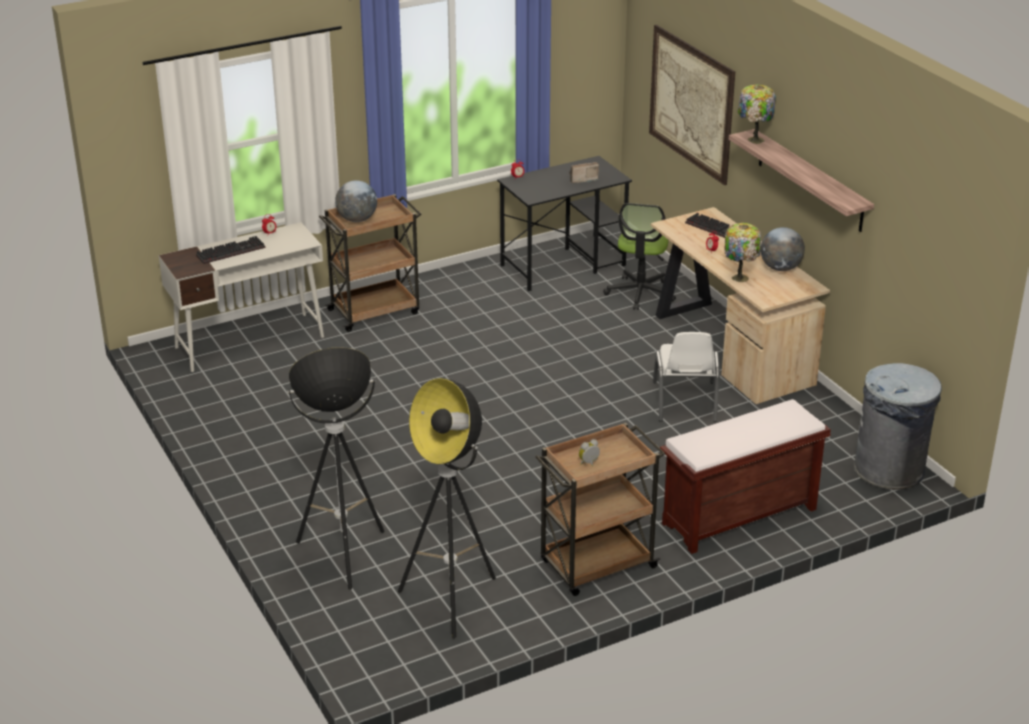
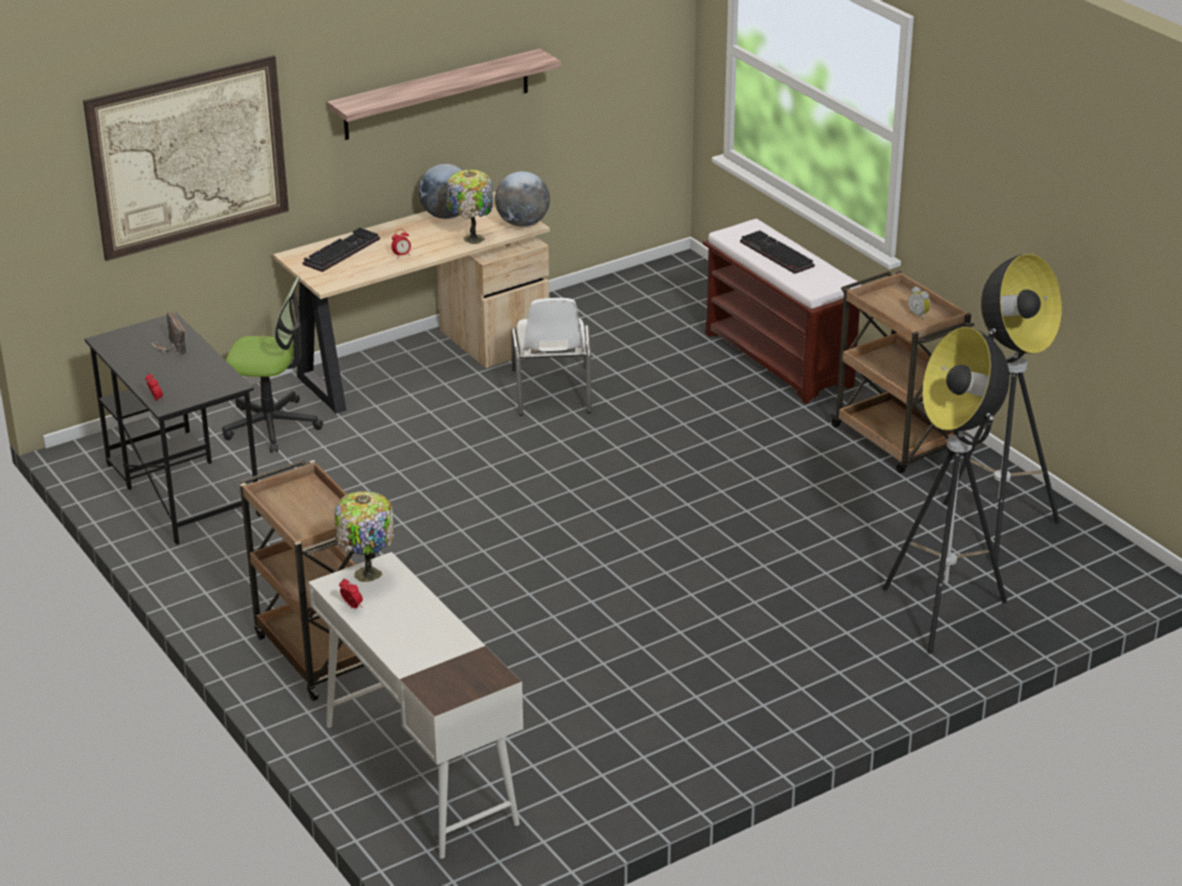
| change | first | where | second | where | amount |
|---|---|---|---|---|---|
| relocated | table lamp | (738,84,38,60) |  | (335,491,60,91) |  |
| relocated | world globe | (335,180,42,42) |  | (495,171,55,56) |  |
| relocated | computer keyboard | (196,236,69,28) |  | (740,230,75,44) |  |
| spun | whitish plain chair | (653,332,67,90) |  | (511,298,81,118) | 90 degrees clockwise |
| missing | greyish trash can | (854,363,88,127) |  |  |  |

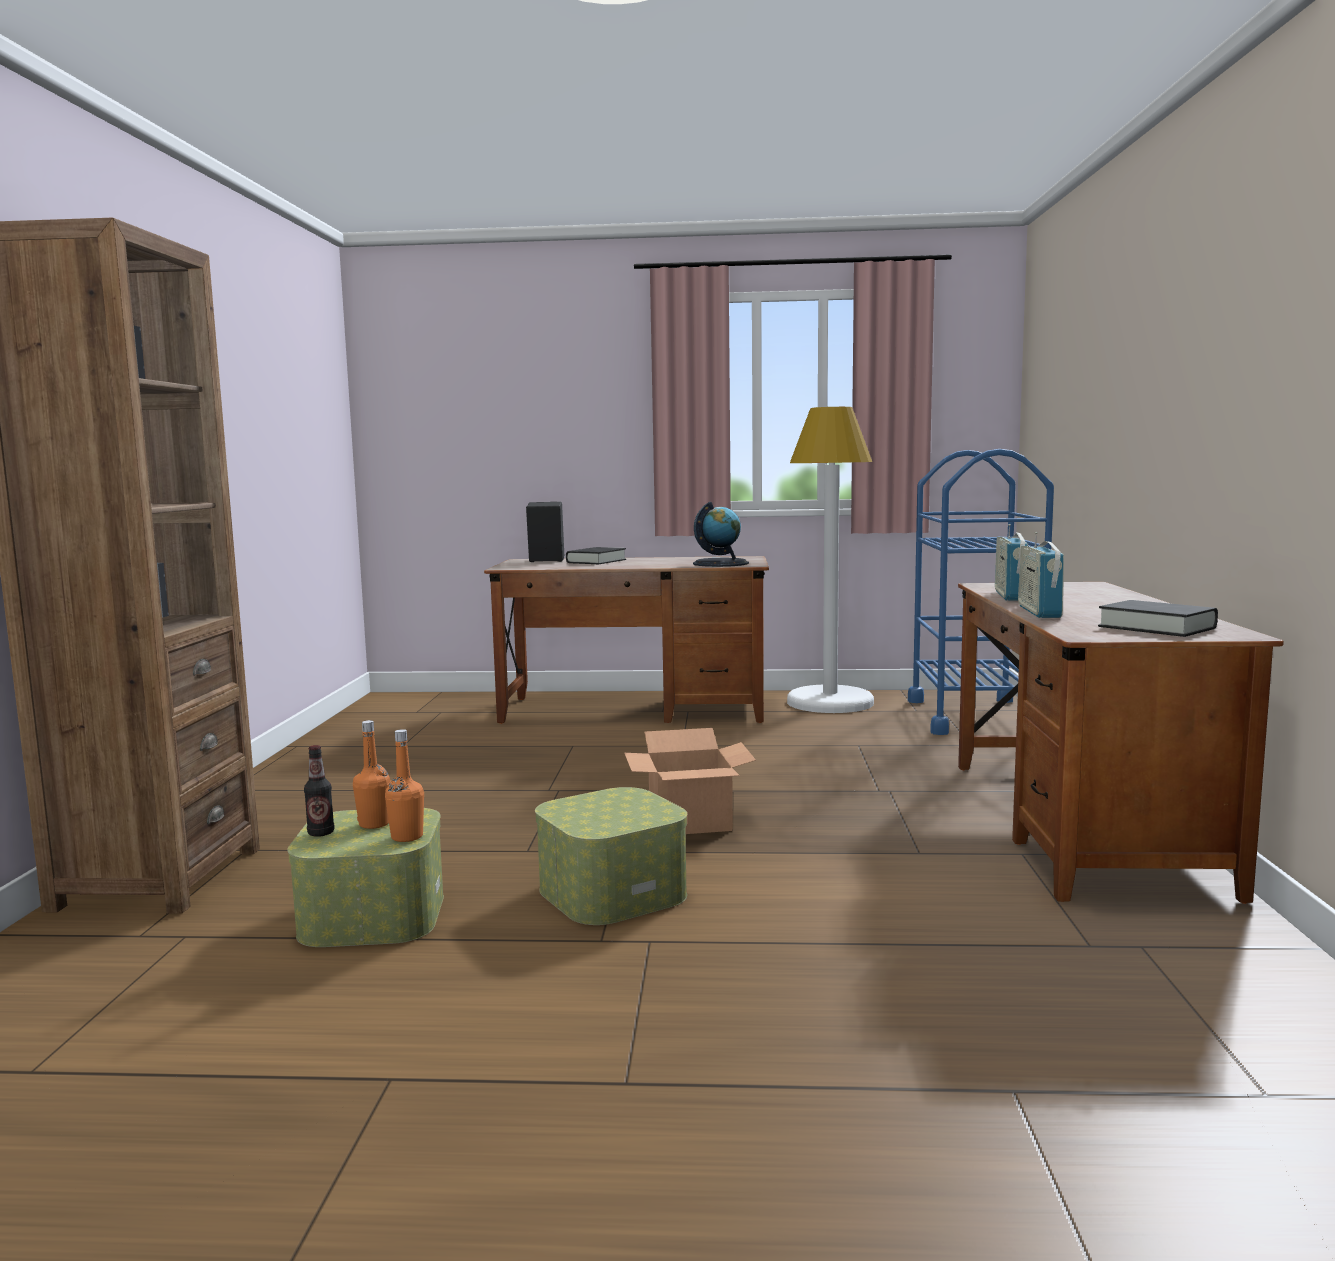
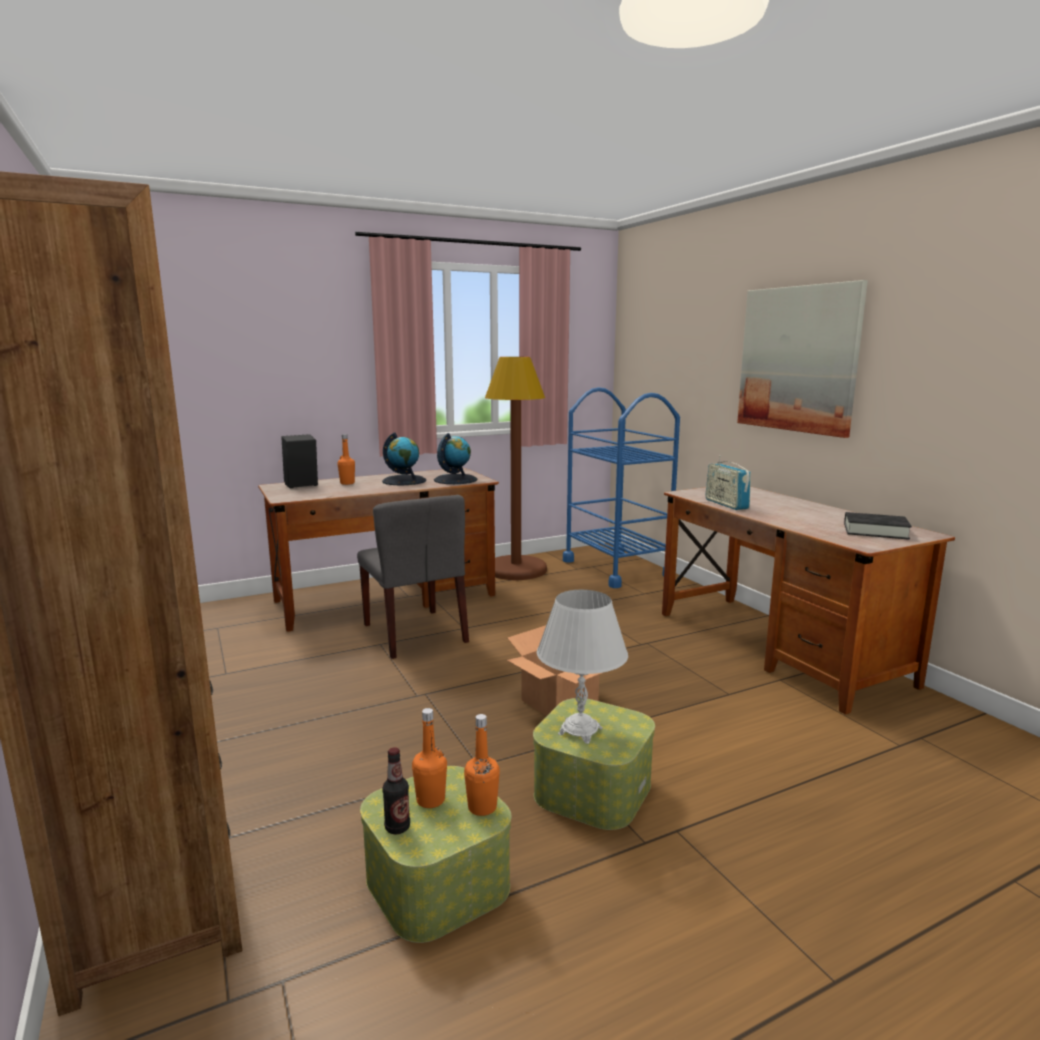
| change | first | where | second | where | amount |
|---|---|---|---|---|---|
| colour | whitish standing lamp | (787,407,87,306) | brown-coloured standing lamp | (485,357,62,223) |  |
| missing | radio set | (1018,532,46,86) |  |  |  |
| exchanged | black-coloured bound book | (566,547,60,17) | orange-coloured beverage bottle | (337,434,18,51) |  |
| appeared |  |  | wall picture | (737,280,131,158) |  |
| appeared |  |  | world globe | (382,433,44,52) |  |
| appeared |  |  | greyish plain chair | (357,495,112,164) |  |
| appeared |  |  | whitish table lamp | (537,590,91,154) |  |

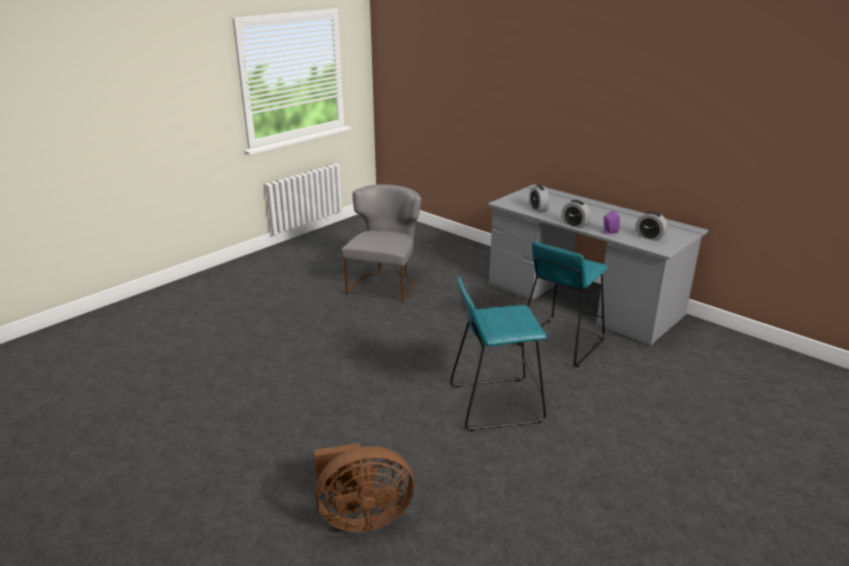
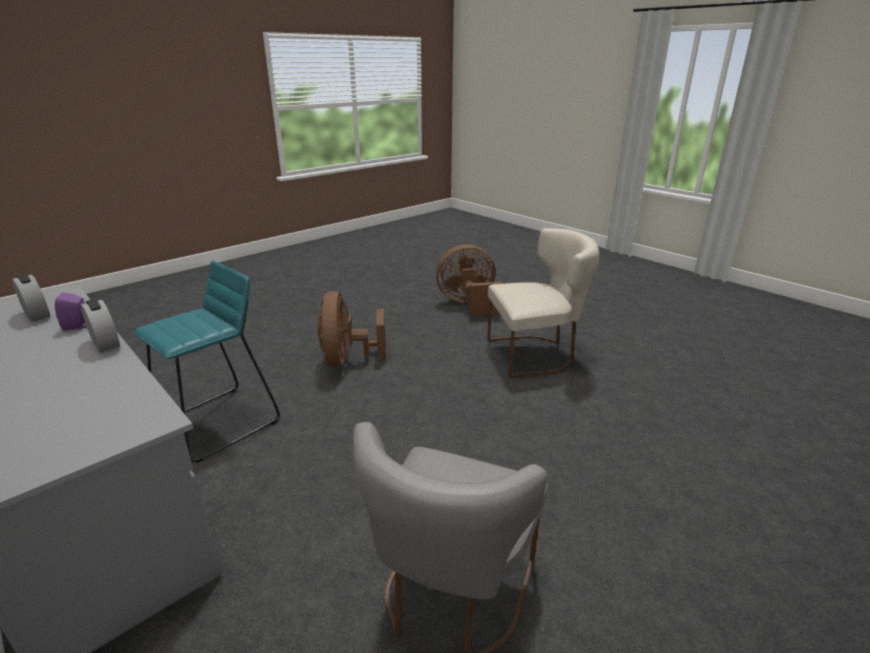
| change | first | where | second | where | amount |
|---|---|---|---|---|---|
| missing | alarm clock | (529,185,20,27) |  |  |  |
| exchanged | blue-green sitting stool | (450,277,97,154) | brown-coloured fan | (318,291,68,76) |  |
| appeared |  |  | beige plain chair | (487,228,112,150) |  |

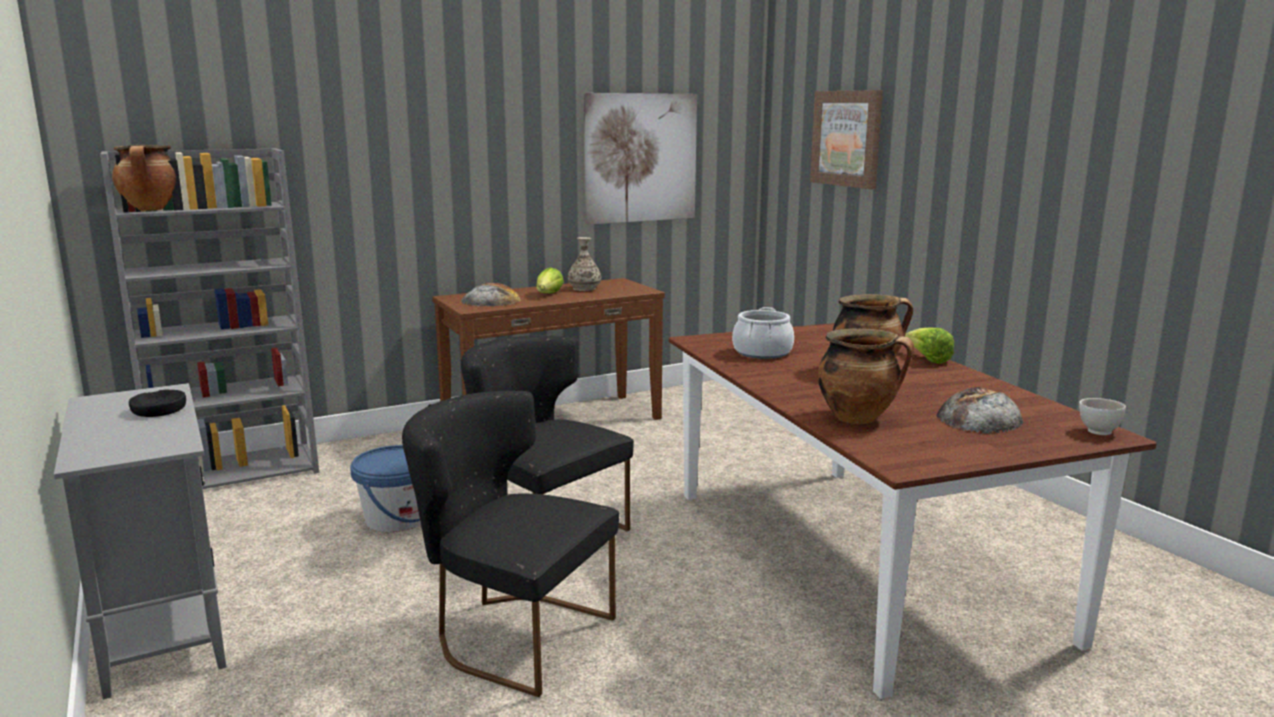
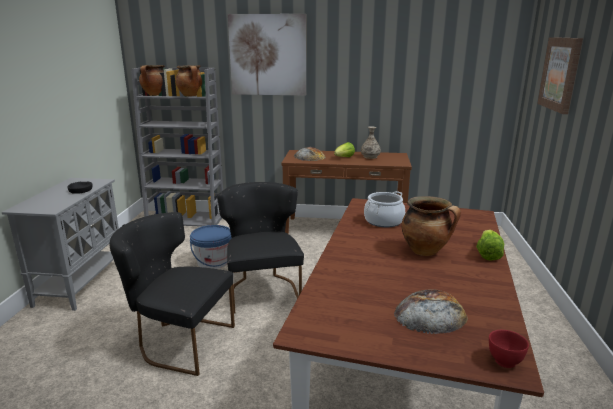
| change | first | where | second | where | amount |
|---|---|---|---|---|---|
| relocated | wall picture | (584,93,113,132) |  | (228,14,78,82) |  |
| relocated | saucepot | (818,328,96,96) |  | (175,65,27,31) |  |
| spun | black-coloured plain chair | (402,391,217,306) |  | (109,212,126,164) | 45 degrees counterclockwise |
| colour | whitish deep dish | (1079,398,47,37) | reddish deep dish | (489,330,40,38) |  |

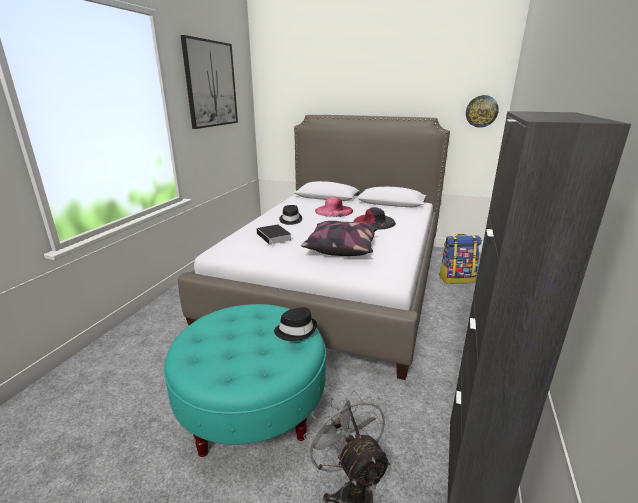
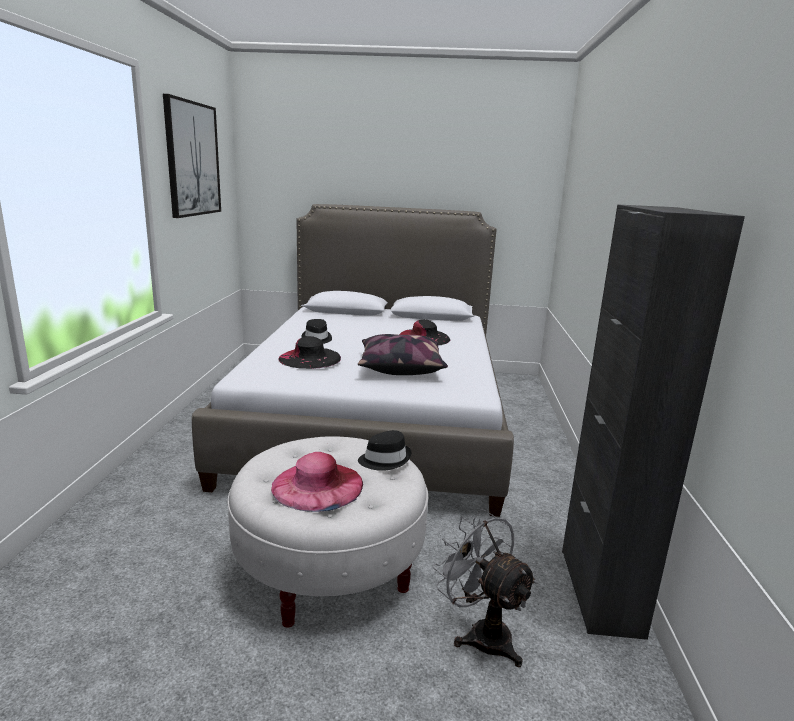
| change | first | where | second | where | amount |
|---|---|---|---|---|---|
| missing | hanging clock | (466,95,33,33) |  |  |  |
| relocated | pink clothing hat | (315,197,38,20) |  | (271,452,92,60) |  |
| exchanged | bound book | (257,224,34,22) | black-coloured clothing hat | (278,336,63,33) |  |
| missing | backpack | (439,234,43,50) |  |  |  |
| colour | blue-green ottoman | (164,304,162,153) | whitish ottoman | (228,436,200,192) |  |

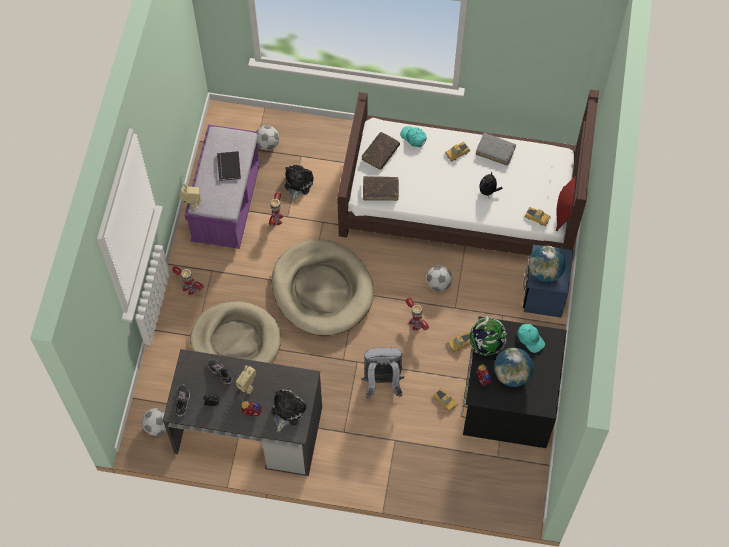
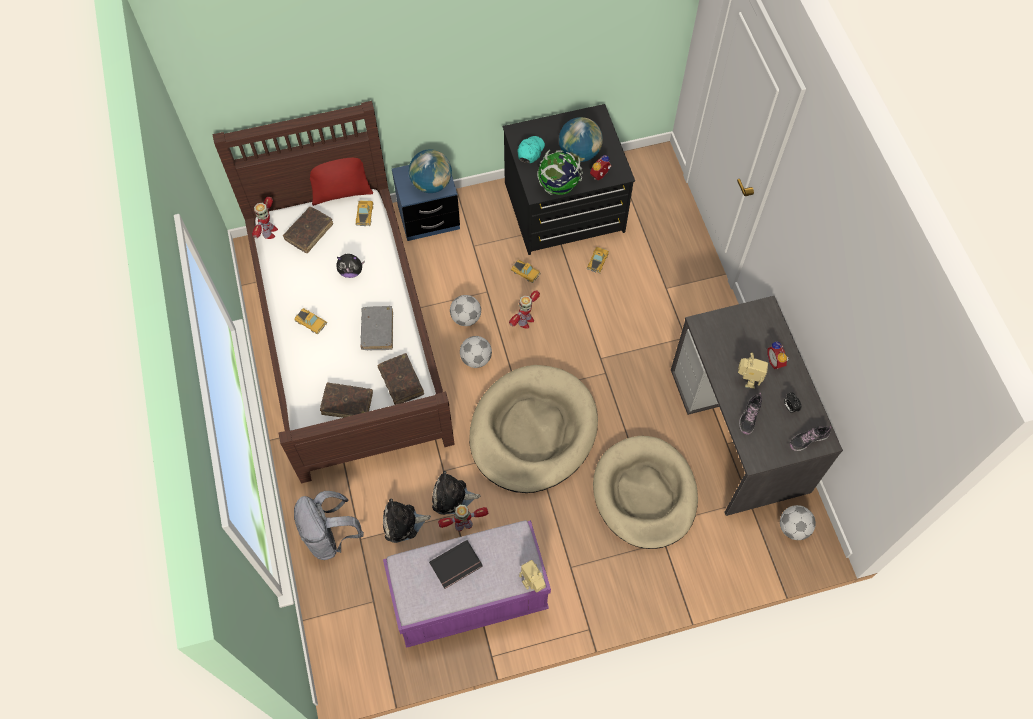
| change | first | where | second | where | amount |
|---|---|---|---|---|---|
| relocated | football | (256,125,23,25) |  | (460,336,32,32) |  |
| missing | blue-green cap | (400,126,27,21) |  |  |  |
| relocated | greyish bound book | (476,133,40,33) |  | (360,306,33,44) |  |
| relocated | robot figure | (172,266,32,29) |  | (252,197,26,42) |  |
| relocated | greyish backpack | (361,347,43,52) |  | (294,491,70,69) |  |
| relocated | soft toy | (271,389,36,44) |  | (432,471,49,44) |  |
| appeared |  |  | brown-coloured bound book | (283,207,50,46) |  |

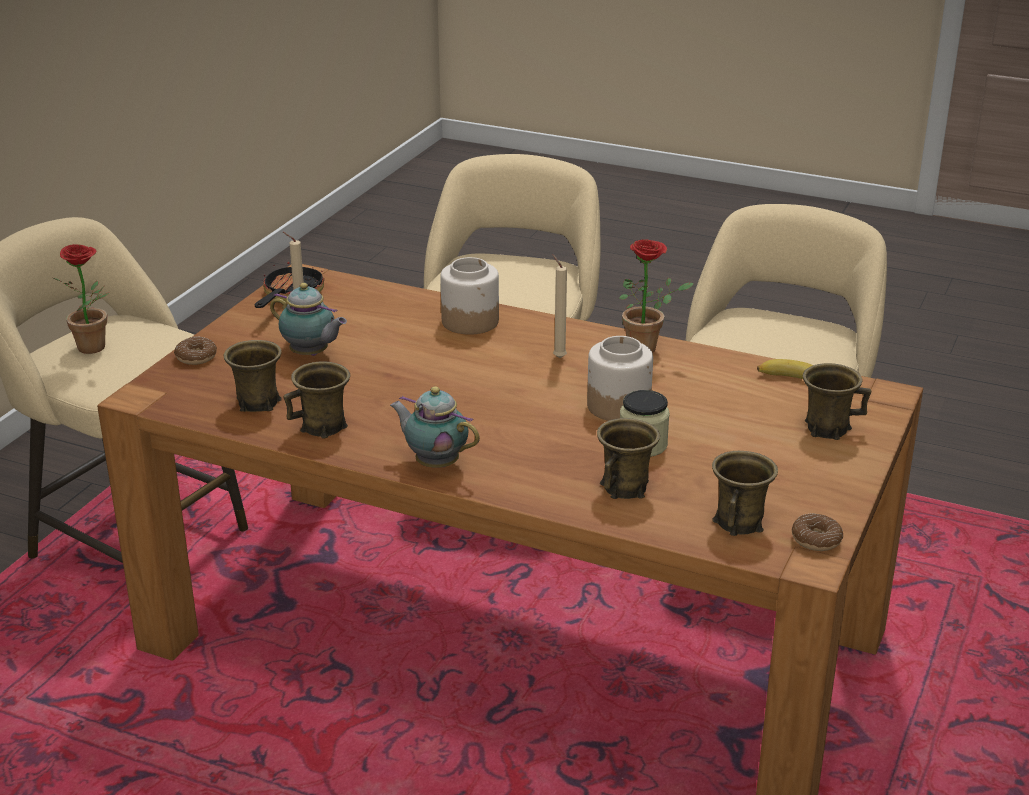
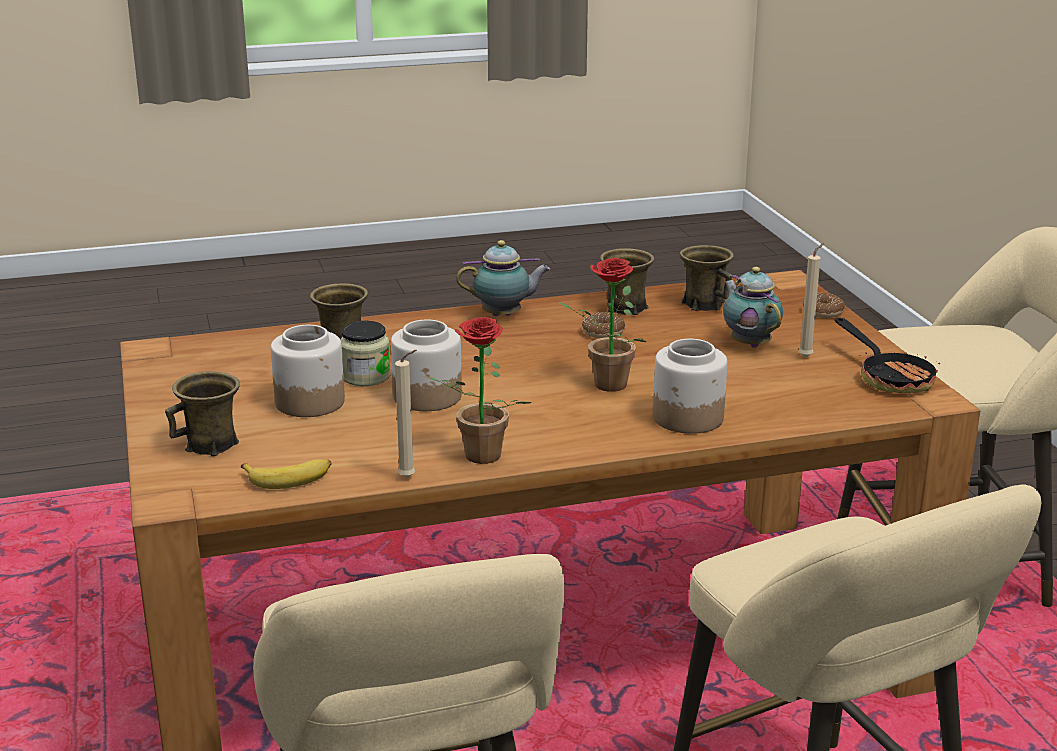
| change | first | where | second | where | amount |
|---|---|---|---|---|---|
| relocated | plant in a pot | (54,244,55,110) |  | (558,258,88,134) |  |
| relocated | beige wax light | (553,255,14,103) |  | (395,350,22,128) |  |
| spun | tea pot | (270,283,77,73) |  | (723,267,60,81) | 75 degrees clockwise |
| missing | brown-coloured tea mug | (712,451,66,85) |  |  |  |
| relocated | doughnut | (791,513,52,38) |  | (582,312,43,26) |  |
| appeared |  |  | storage jar | (271,325,74,92) |  |

